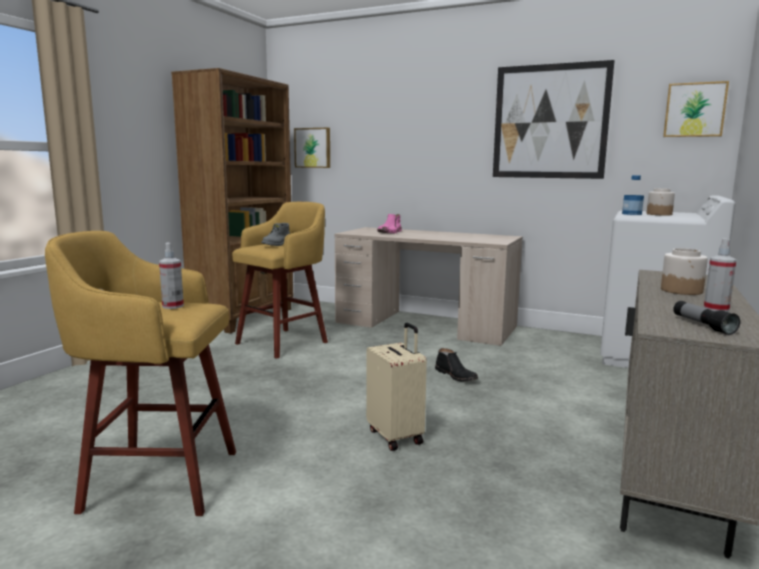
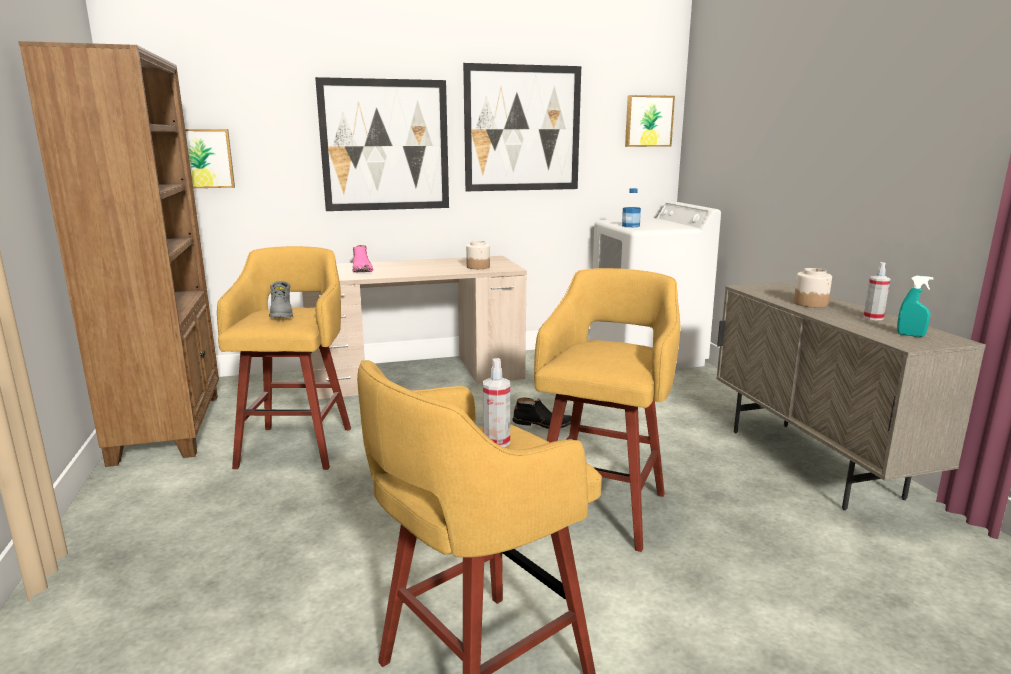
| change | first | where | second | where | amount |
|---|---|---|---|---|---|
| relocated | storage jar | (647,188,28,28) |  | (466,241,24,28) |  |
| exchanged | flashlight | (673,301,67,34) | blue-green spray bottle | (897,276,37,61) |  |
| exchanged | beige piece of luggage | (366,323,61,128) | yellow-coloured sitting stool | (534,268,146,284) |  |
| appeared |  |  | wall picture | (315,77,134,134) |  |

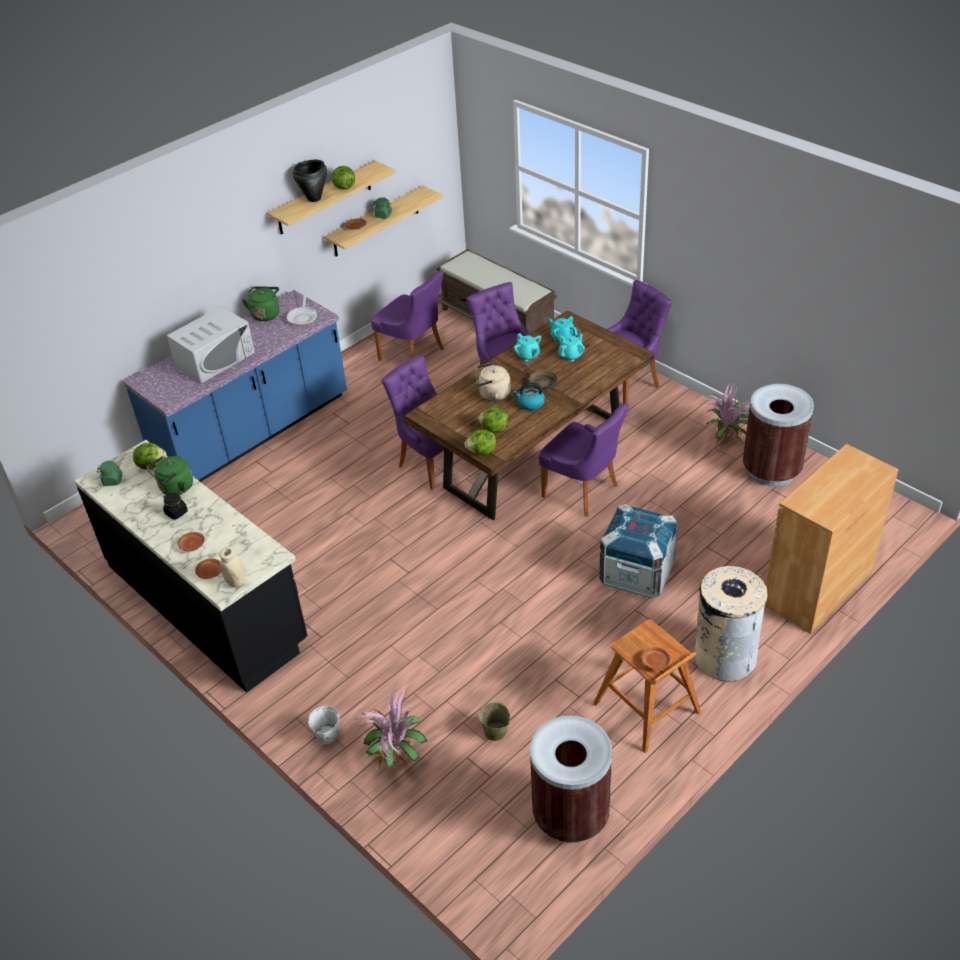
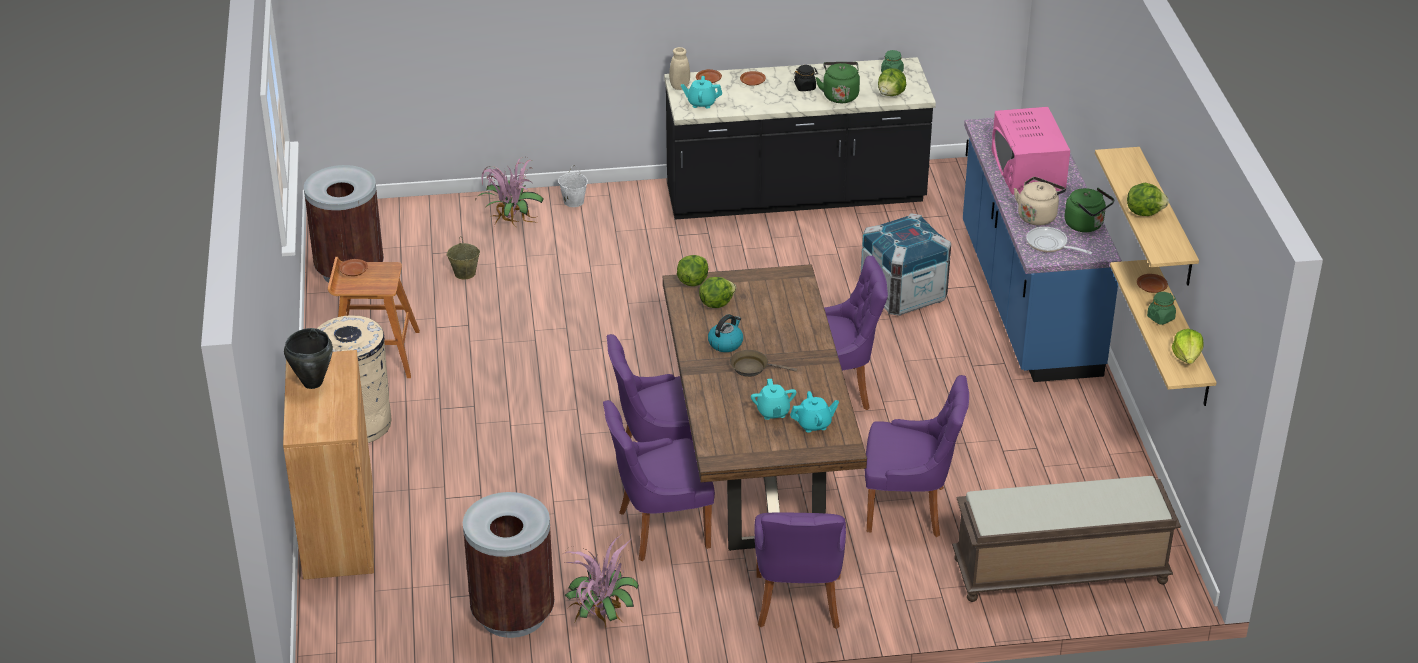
| change | first | where | second | where | amount |
|---|---|---|---|---|---|
| relocated | black-coloured saucepot | (293,160,34,42) |  | (284,328,49,61) |  |
| relocated | purple plain chair | (371,271,73,90) |  | (603,400,112,161) |  |
| colour | whitish microwave oven | (166,306,89,78) | pink microwave oven | (991,107,79,88) |  |
| relocated | blue-green tea pot | (514,333,27,28) |  | (681,76,41,32) |  |
| relocated | beige tea kettle | (476,363,35,38) |  | (1014,177,52,49) |  |
| relocated | shipping crate | (599,504,79,95) |  | (860,213,91,103) |  |
| appeared |  |  | head of lettuce | (1172,329,32,35) |  |

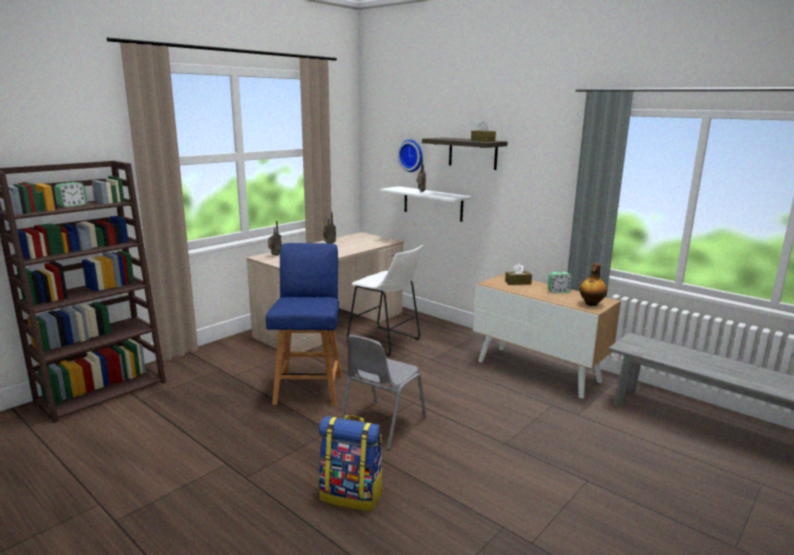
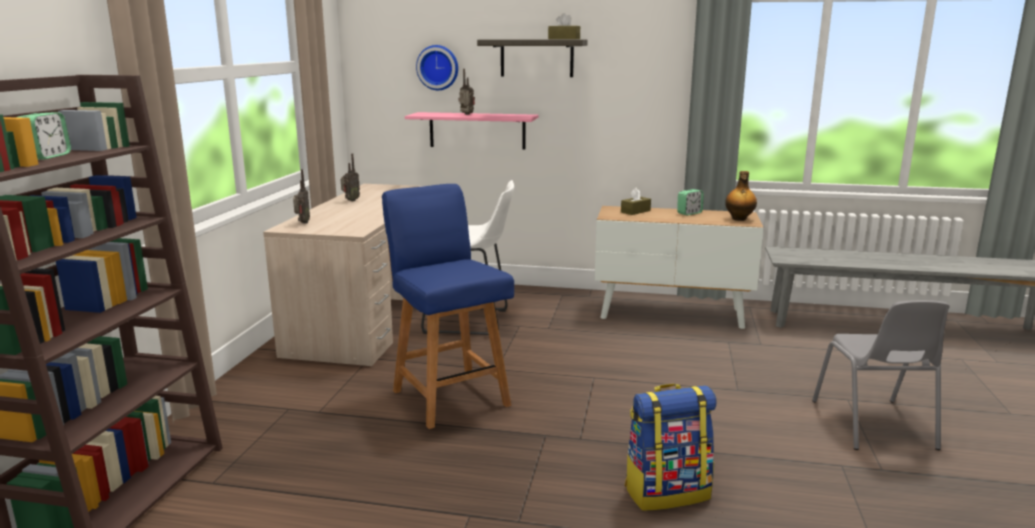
| change | first | where | second | where | amount |
|---|---|---|---|---|---|
| colour | whitish wall shelf | (380,186,92,36) | pink wall shelf | (405,112,134,38) |  |
| relocated | greyish plain chair | (341,335,85,115) |  | (812,300,138,150) |  |

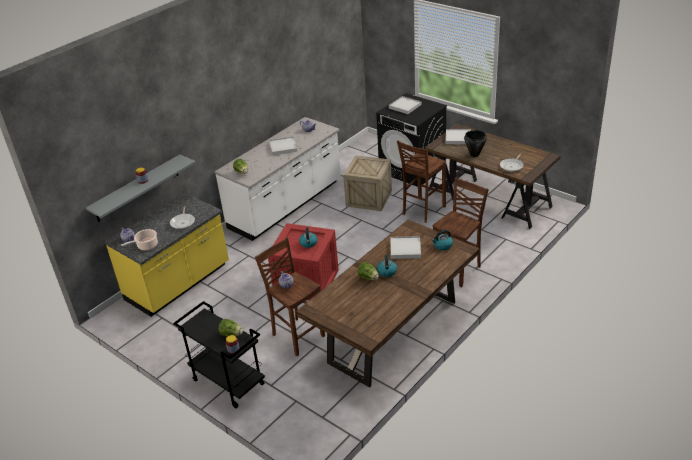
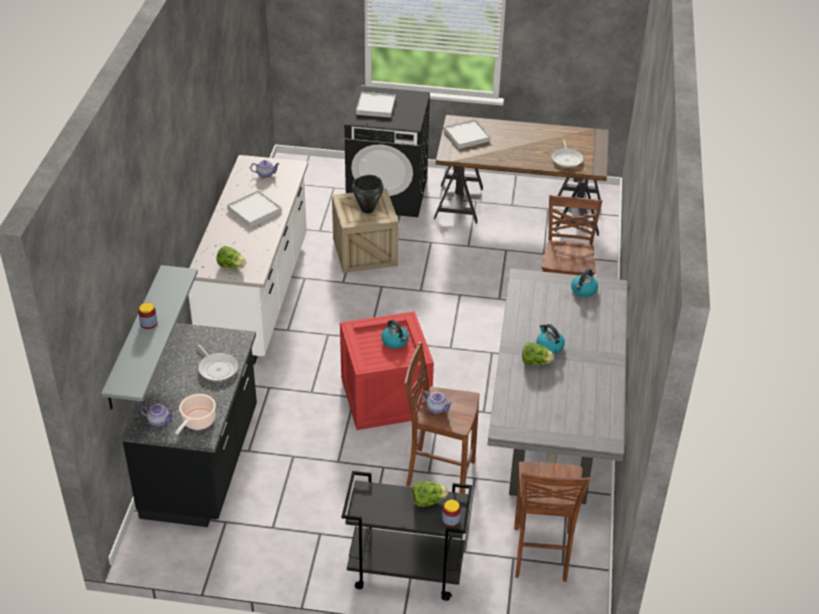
| change | first | where | second | where | amount |
|---|---|---|---|---|---|
| relocated | black-coloured saucepot | (464,130,23,27) |  | (352,175,32,38) |  |
| relocated | brown-coloured sitting stool | (397,141,49,82) |  | (514,462,76,120) |  |
| colour | yellow-coloured kitchen counter | (105,193,124,124) | black-coloured kitchen counter | (121,323,136,204) |  |
| colour | brown-coloured dinner table | (296,220,183,167) | greyish dinner table | (487,268,140,236) |  |
| missing | whitish tray | (391,236,30,23) |  |  |  |

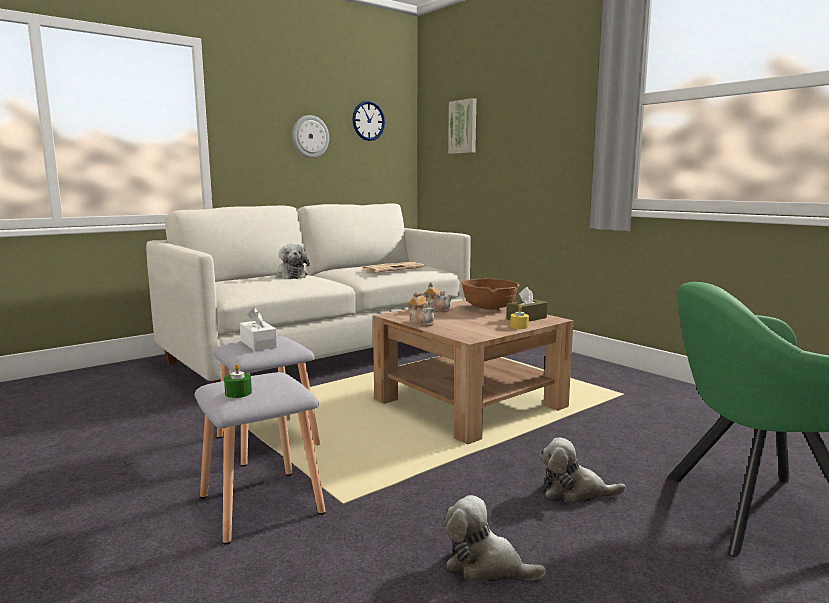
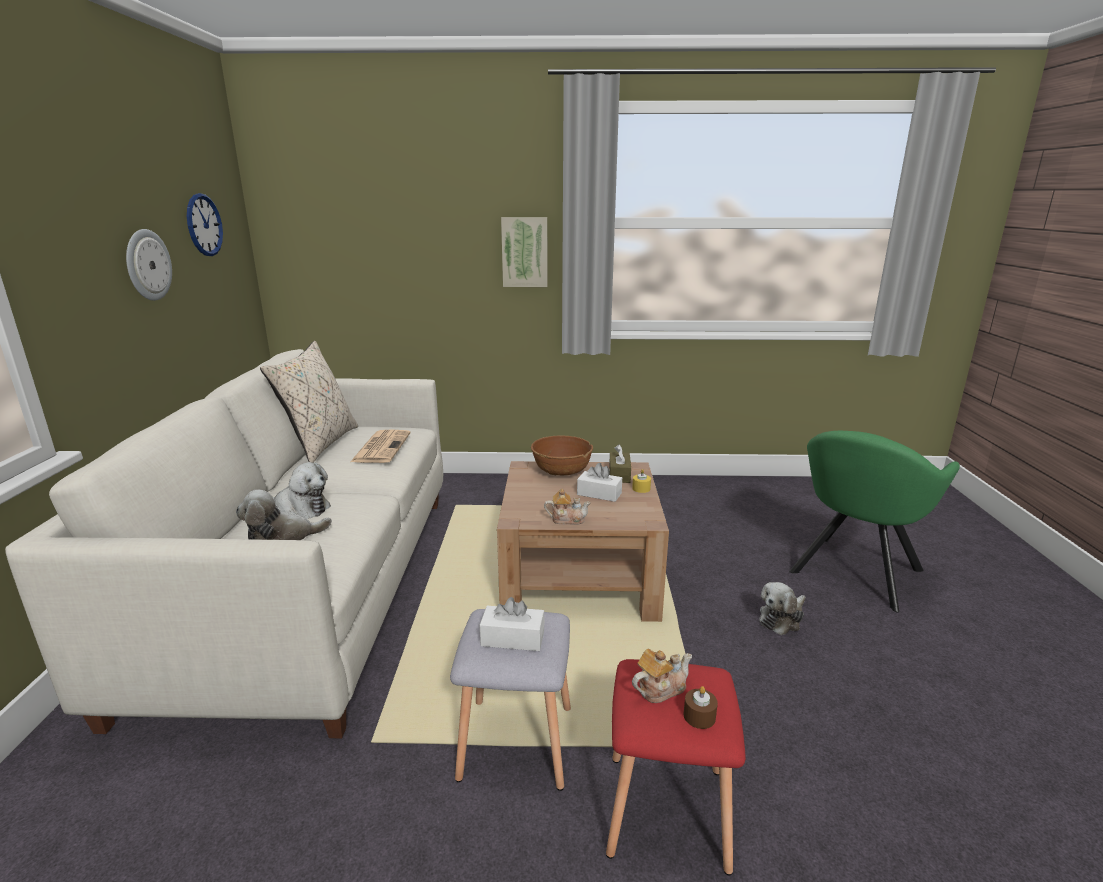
| change | first | where | second | where | amount |
|---|---|---|---|---|---|
| relocated | wall picture | (448,98,28,56) |  | (501,217,46,70) |  |
| relocated | tea pot | (419,282,34,30) |  | (632,649,60,54) |  |
| colour | green wax light | (224,364,28,34) | brown-coloured wax light | (684,686,34,43) |  |
| colour | greyish sitting stool | (195,372,131,173) | reddish sitting stool | (606,659,140,217) |  |
| relocated | soft toy | (445,495,101,87) |  | (236,490,96,50) |  |
| appeared |  |  | beige cushion | (260,341,98,122) |  |
| appeared |  |  | whitish tissue box | (577,463,45,39) |  |

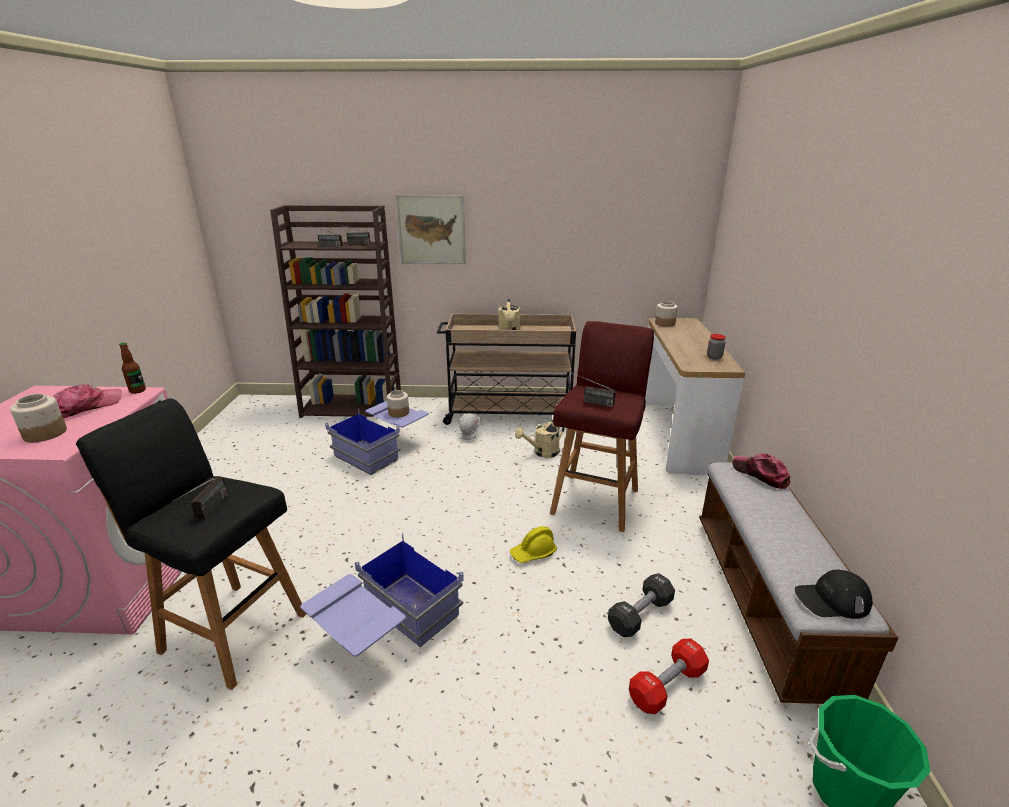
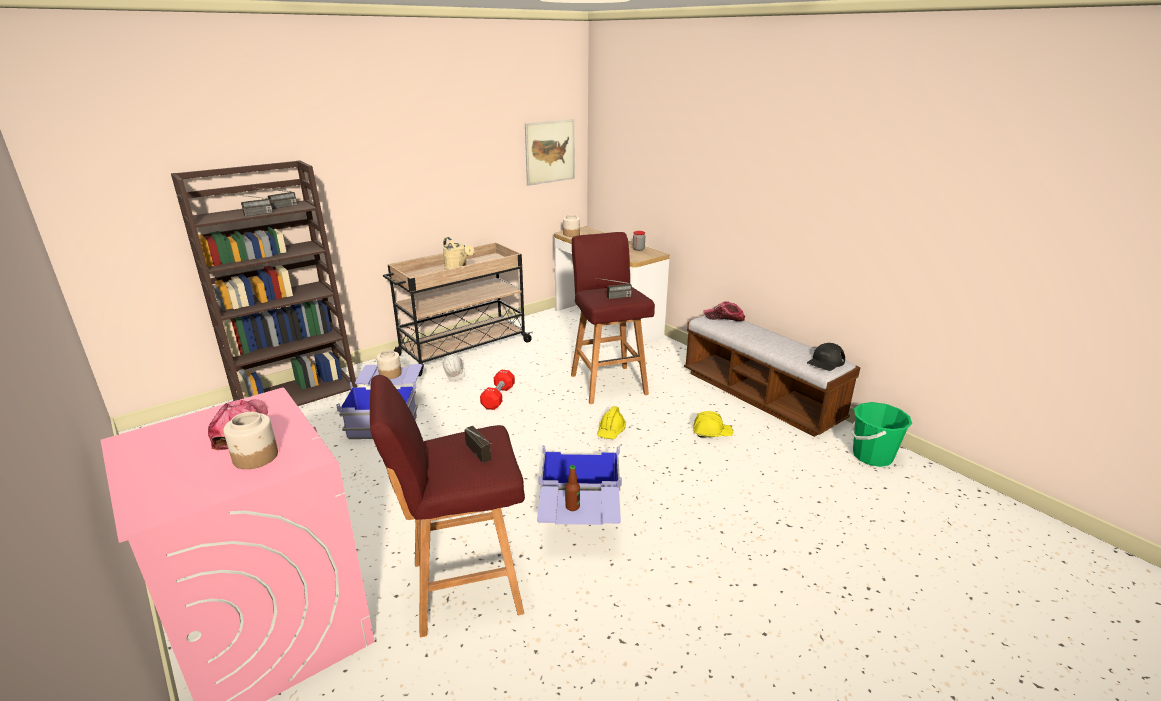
| change | first | where | second | where | amount |
|---|---|---|---|---|---|
| relocated | wall picture | (395,195,71,69) |  | (525,119,50,67) |  |
| relocated | beverage bottle | (119,342,27,52) |  | (565,465,15,46) |  |
| colour | black-coloured sitting stool | (76,398,230,292) | reddish sitting stool | (370,375,155,262) |  |
| missing | beige watering pot | (515,420,50,38) |  |  |  |
| exchanged | black-coloured dumbbell | (608,573,67,64) | yellow-coloured work helmet | (693,411,40,26) |  |
| relocated | reddish dumbbell | (629,638,80,76) |  | (480,369,35,41) |  |

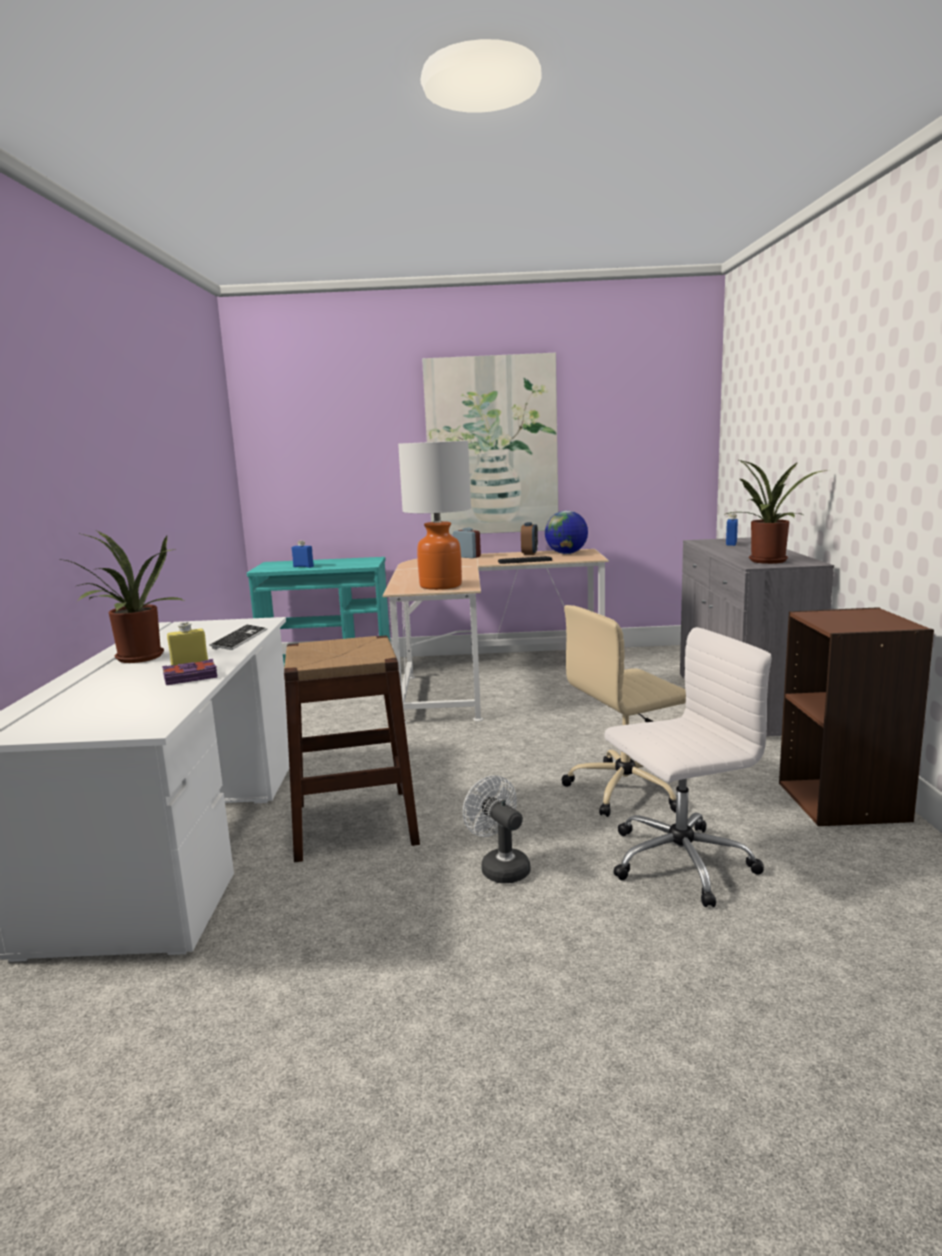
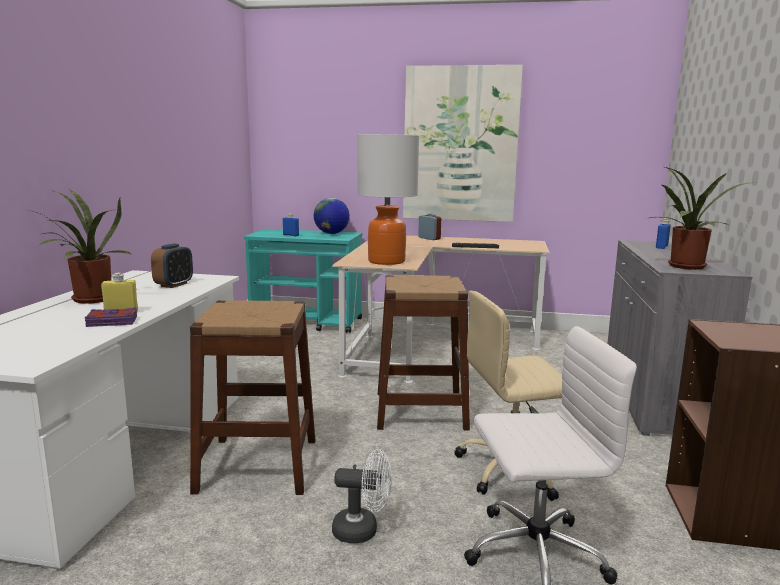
| change | first | where | second | where | amount |
|---|---|---|---|---|---|
| relocated | world globe | (545,511,43,43) |  | (314,198,36,36) |  |
| relocated | alarm clock | (521,522,17,33) |  | (151,244,42,44) |  |
| missing | computer keyboard | (209,624,58,26) |  |  |  |
| spun | whitish fan | (463,775,68,108) |  | (332,449,60,94) | 120 degrees clockwise |
| appeared |  |  | brown-coloured sitting stool | (377,275,93,155) |  |

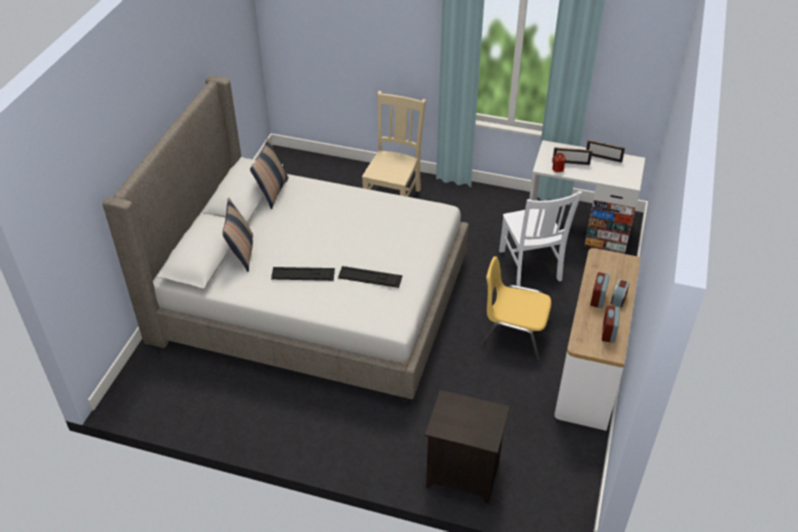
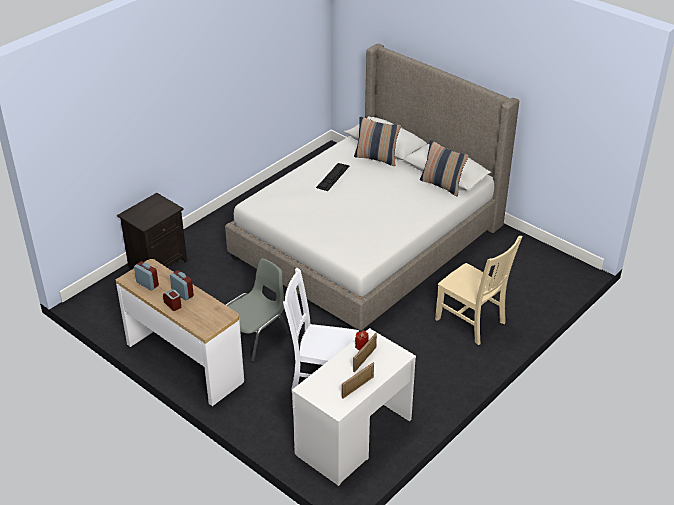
| change | first | where | second | where | amount |
|---|---|---|---|---|---|
| colour | yellow-coloured plain chair | (481,256,70,104) | greyish plain chair | (226,258,64,104) |  |
| missing | computer keyboard | (338,266,64,22) |  |  |  |

